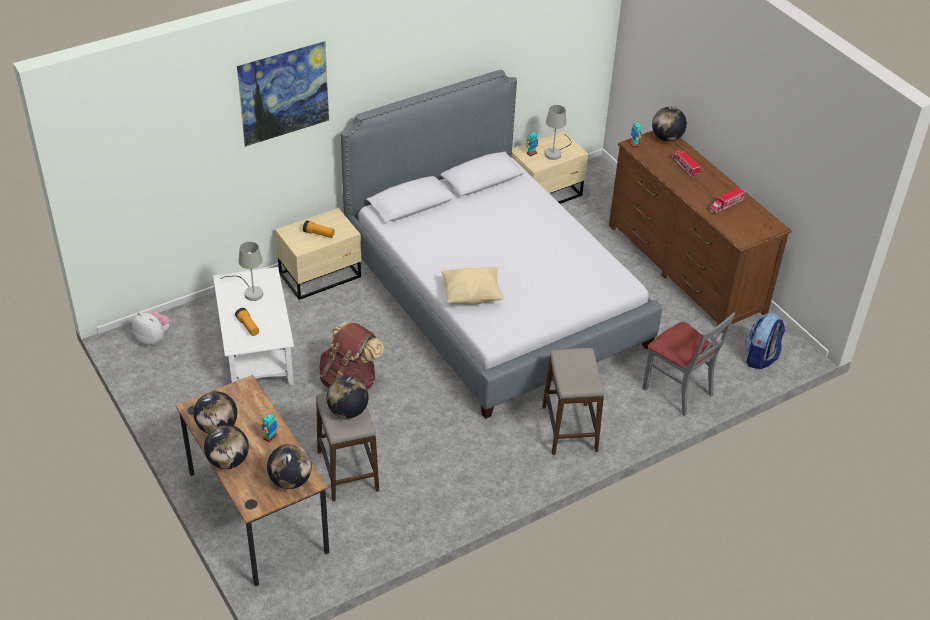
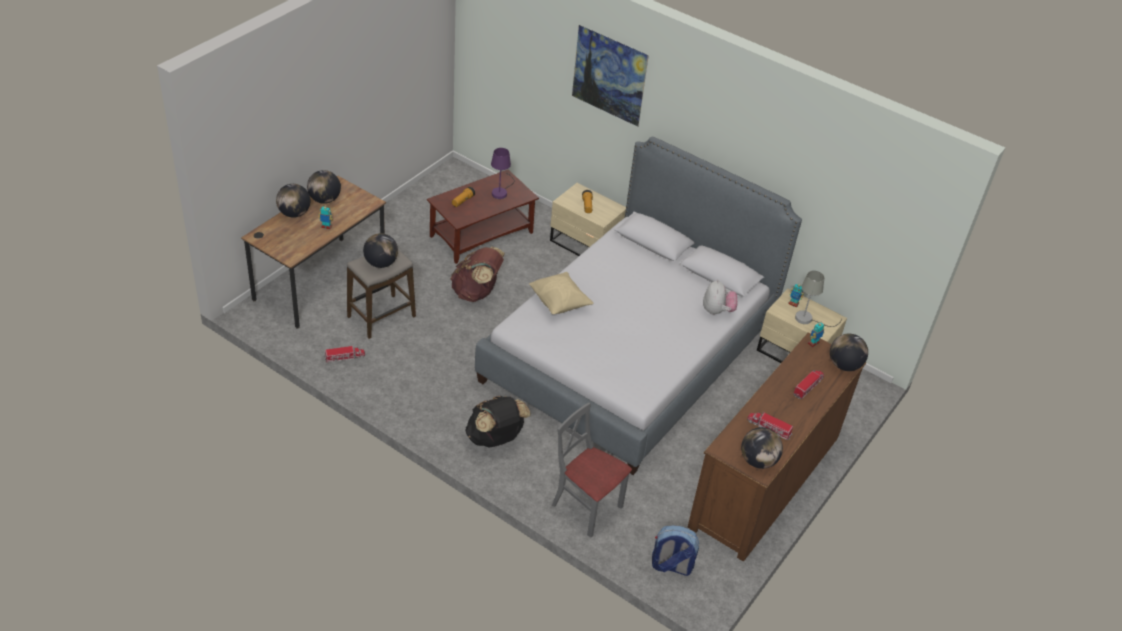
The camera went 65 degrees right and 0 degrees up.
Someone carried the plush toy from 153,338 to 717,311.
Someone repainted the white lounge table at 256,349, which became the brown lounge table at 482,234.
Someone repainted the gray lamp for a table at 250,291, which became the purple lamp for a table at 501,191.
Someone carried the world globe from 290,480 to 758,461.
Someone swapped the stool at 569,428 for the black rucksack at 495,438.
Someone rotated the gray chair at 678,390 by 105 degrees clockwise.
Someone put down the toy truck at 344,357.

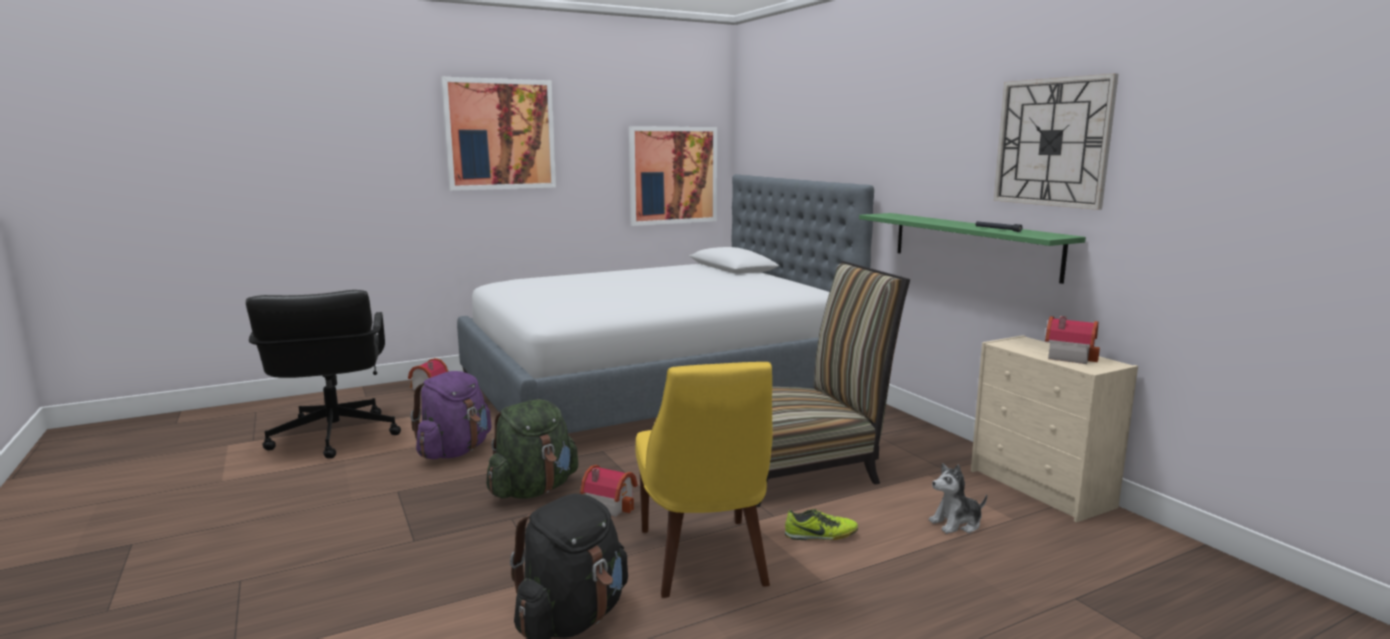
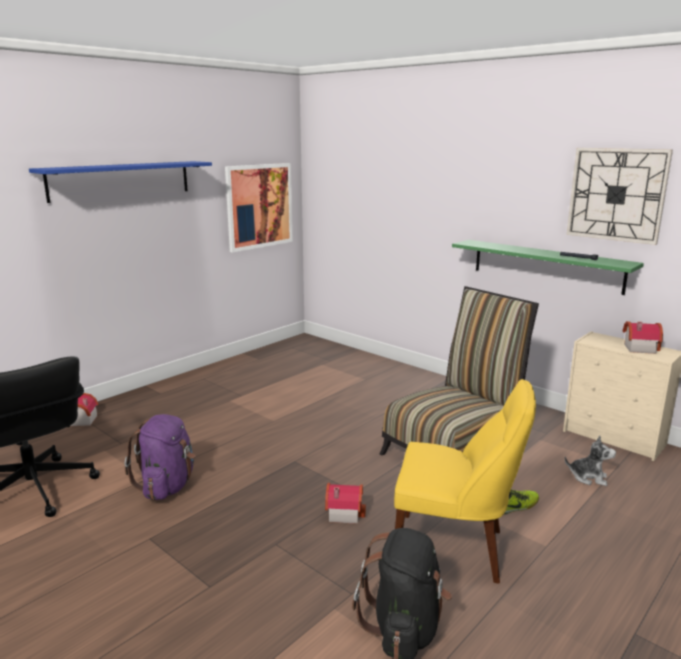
The camera went 20 degrees left and 5 degrees up.
Someone swapped the wall picture at 500,134 for the bluish shelf at 121,180.
Someone took away the sleeping bed at 656,387.
Someone took away the green rucksack at 533,490.
Someone rotated the yellow chair at 704,560 by 45 degrees counterclockwise.
Someone rotated the plush toy at 956,523 by 120 degrees counterclockwise.

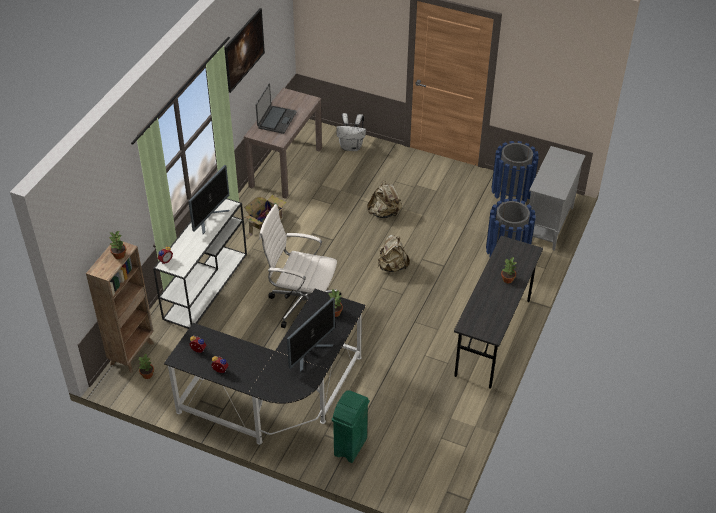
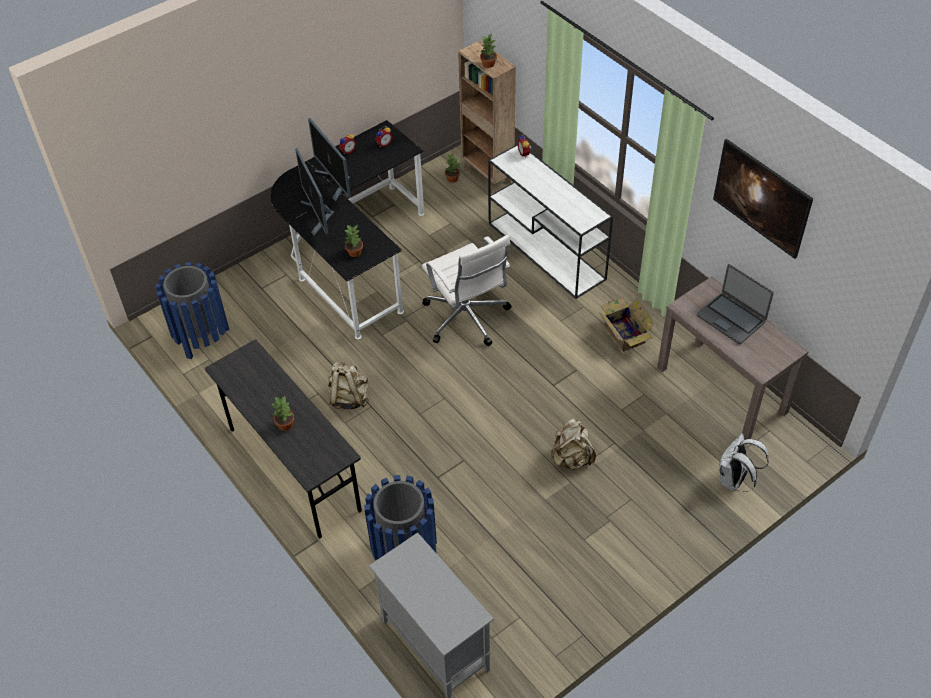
The camera went 120 degrees right and 5 degrees up.
Someone carried the monitor from 210,218 to 335,183.
Someone rotated the white computer chair at 301,303 by 105 degrees clockwise.
Someone took away the green trash can at 350,447.
Someone carried the beige-coloured rucksack from 392,266 to 349,398.
Someone carried the bluish trash can from 510,199 to 202,337.

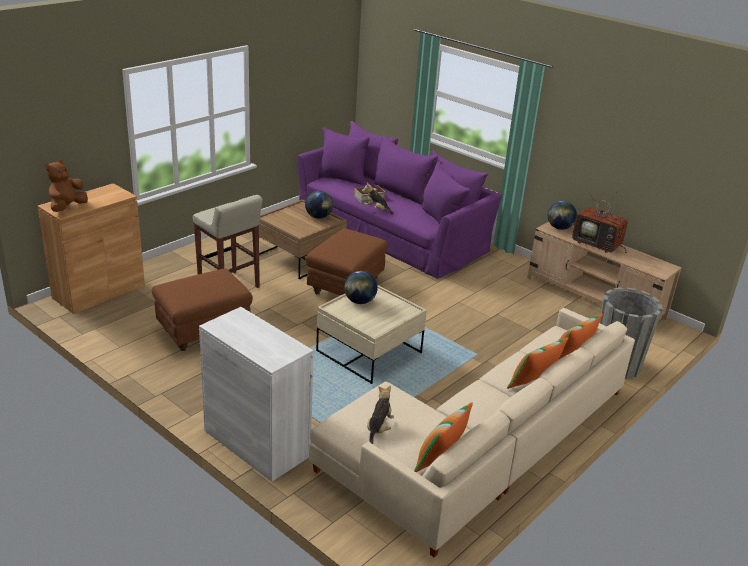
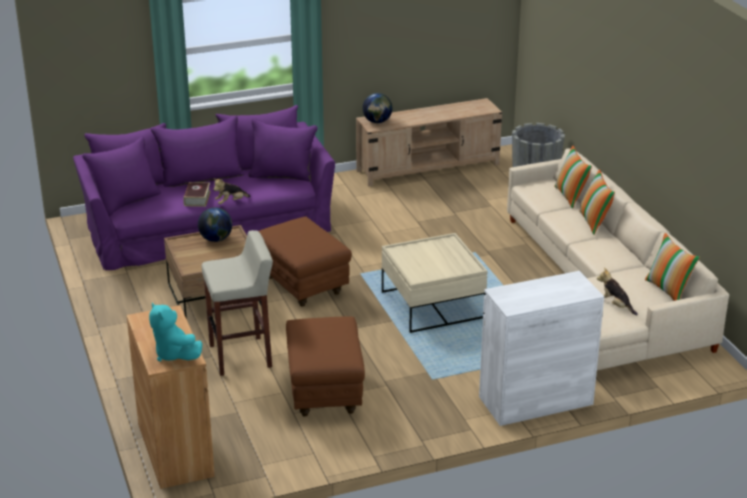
The camera went 60 degrees left and 0 degrees up.
Someone repainted the brown plush toy at 67,207, which became the turquoise plush toy at 174,354.
Someone took away the world globe at 359,301.
Someone took away the TV at 598,244.

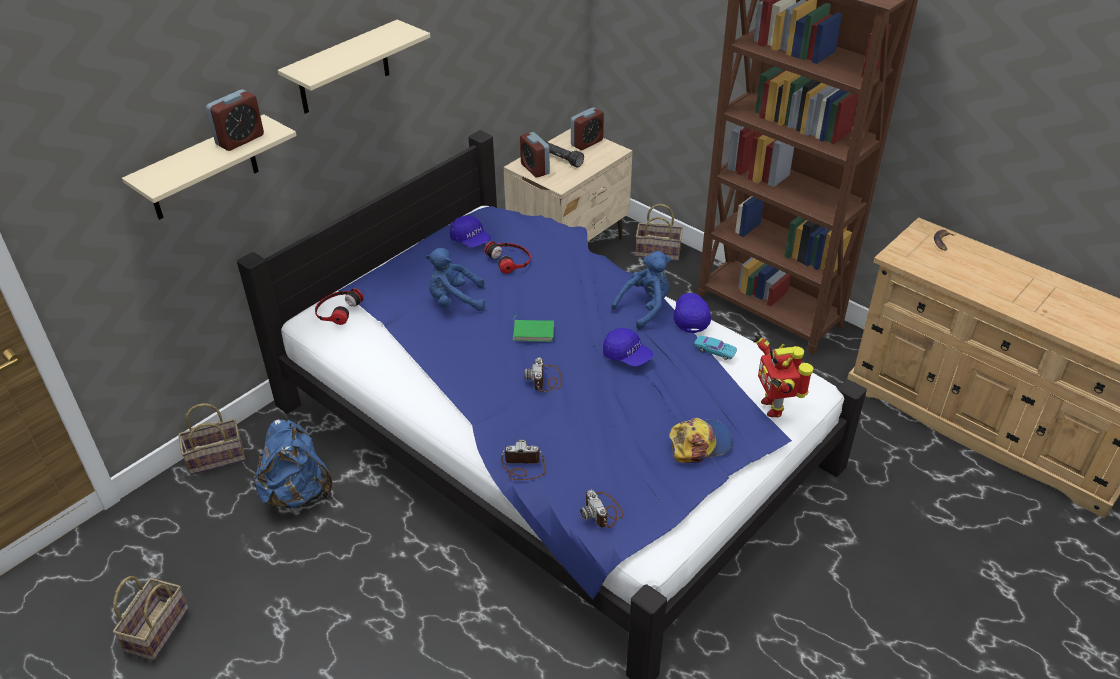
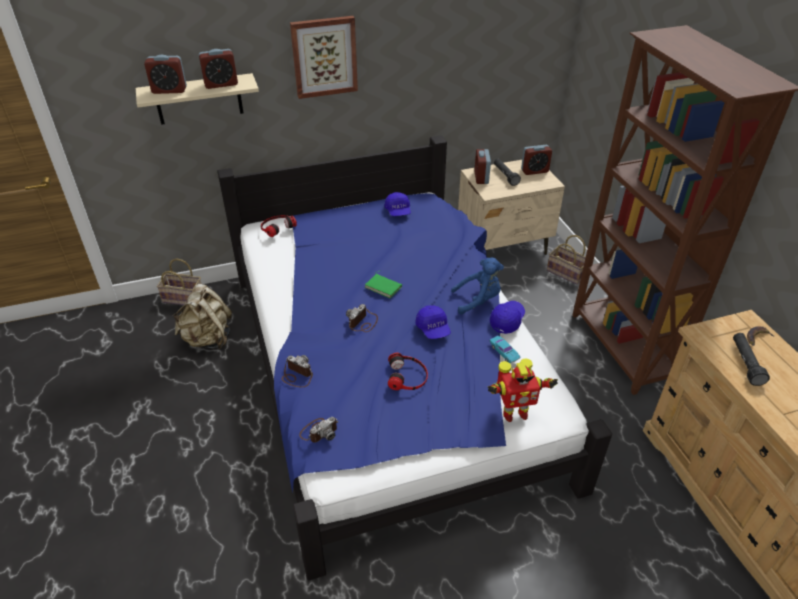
The camera went 30 degrees right and 0 degrees up.
Someone took away the household basket at 157,628.
Someone repainted the bluish rucksack at 297,493, which became the beige-coloured rucksack at 208,339.
Someone swapped the beige-coloured shelf at 343,68 for the wall picture at 324,57.
Someone took away the bluish plush toy at 454,301.
Someone carried the headset from 510,259 to 407,376.
Someone rotated the still camera at 602,511 by 135 degrees counterclockwise.
Someone took away the peaked cap at 699,443.
Someone rotated the robot figure at 774,406 by 120 degrees counterclockwise.
Someone put down the alarm clock at 169,90.
Someone put down the black hand torch at 745,363.

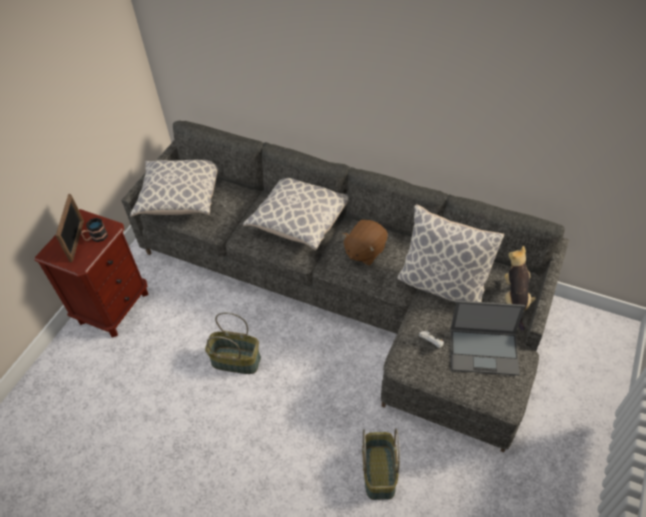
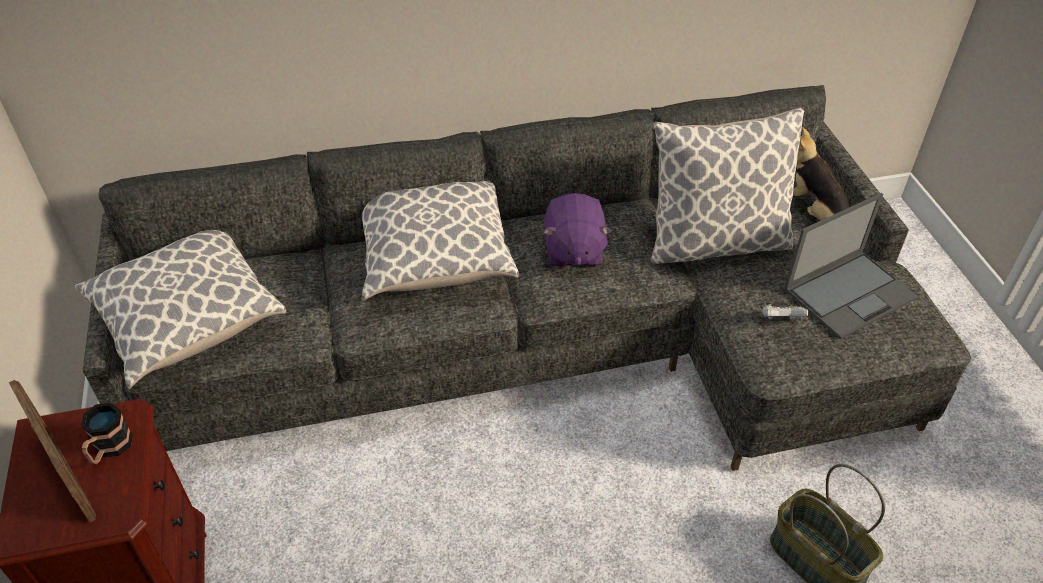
The camera went 40 degrees left and 5 degrees down.
Someone took away the household basket at 236,360.
Someone repainted the brown plush toy at 364,251, which became the purple plush toy at 573,251.

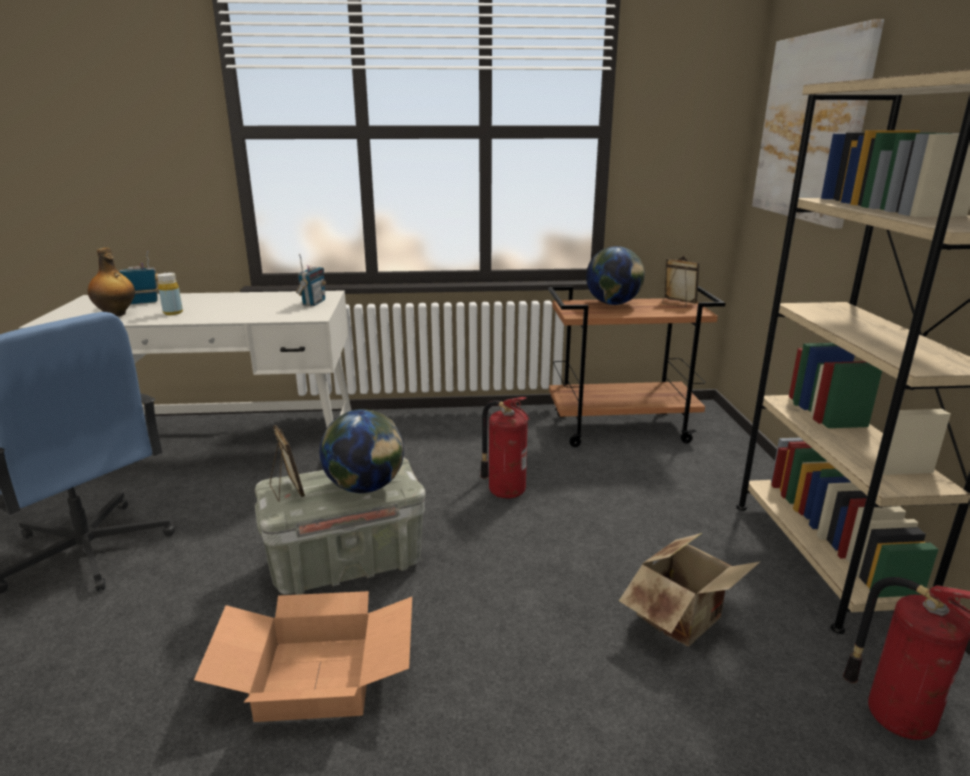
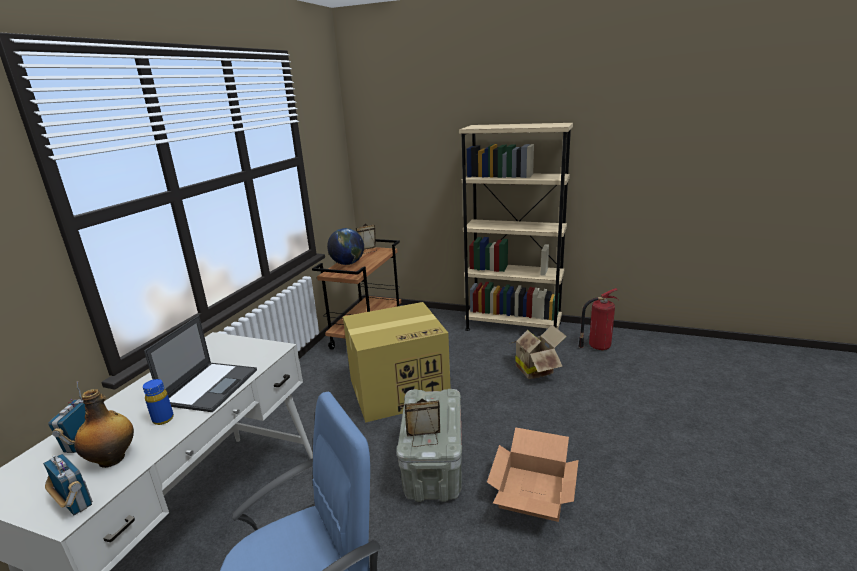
The camera went 65 degrees left and 0 degrees up.
Someone repainted the yellow beverage bottle at 173,313, which became the bluish beverage bottle at 163,419.
Someone carried the radio from 313,303 to 75,503.
Someone took away the world globe at 365,487.
Someone swapped the fire-fighting cylinder at 505,490 for the cardboard box at 400,390.
Someone took away the wall picture at 811,128.
Someone put down the portable computer at 211,386.

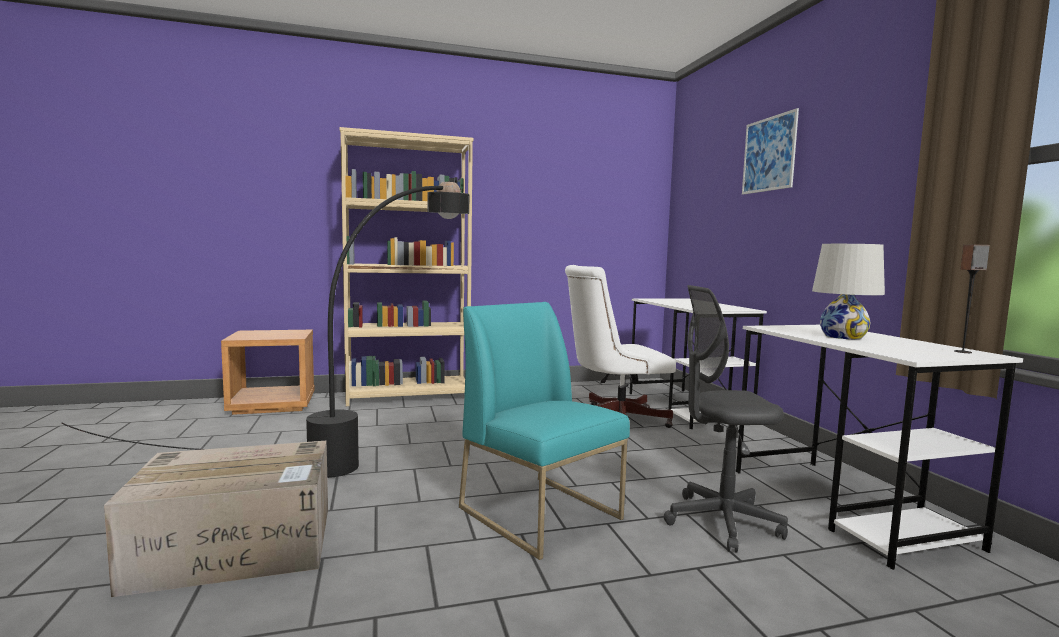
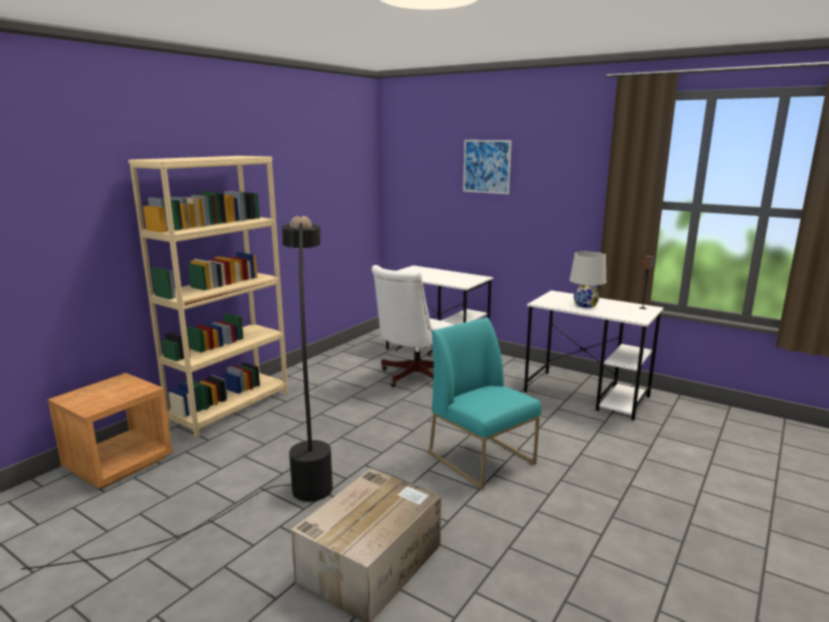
The camera went 40 degrees left and 10 degrees up.
Someone rotated the turquoise chair at 541,513 by 45 degrees clockwise.
Someone took away the gray computer chair at 722,522.

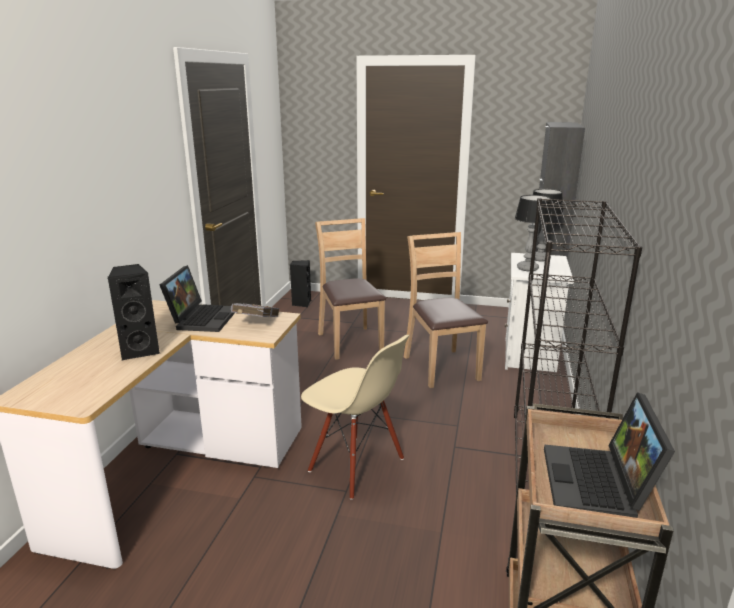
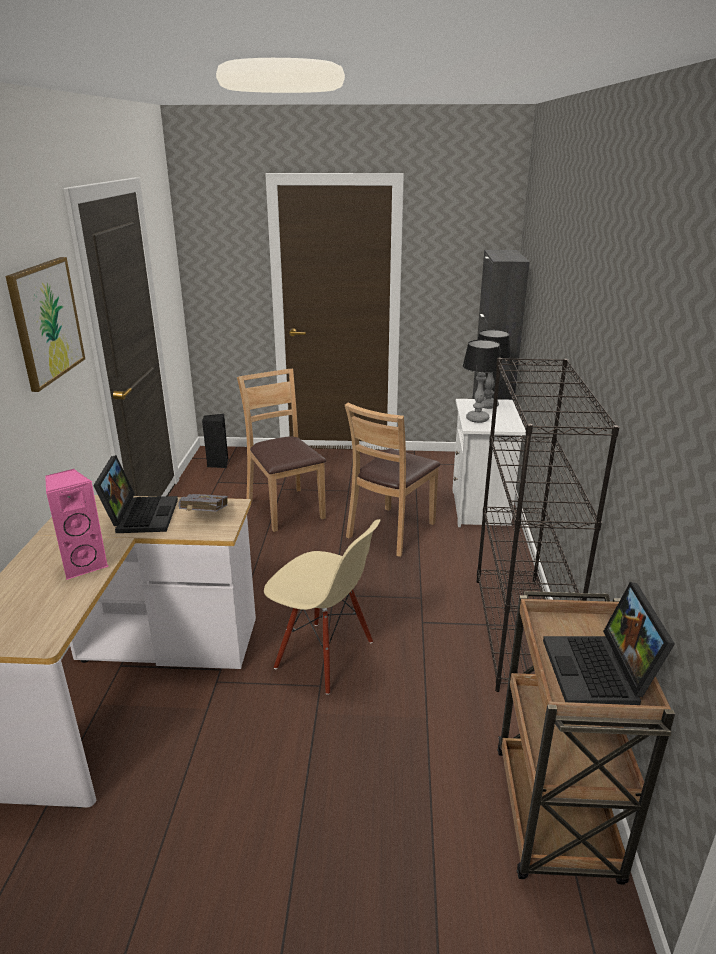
The camera went 10 degrees left and 5 degrees up.
Someone repainted the black loudspeaker at 140,350, which became the pink-coloured loudspeaker at 83,565.
Someone rotated the brown chair at 441,367 by 120 degrees counterclockwise.
Someone put up the wall picture at 46,322.

